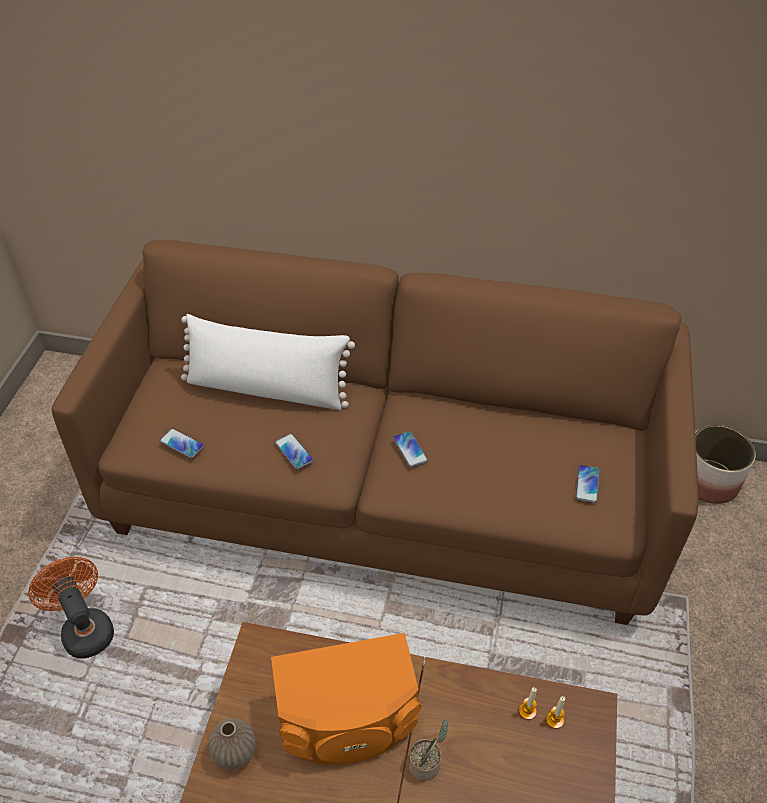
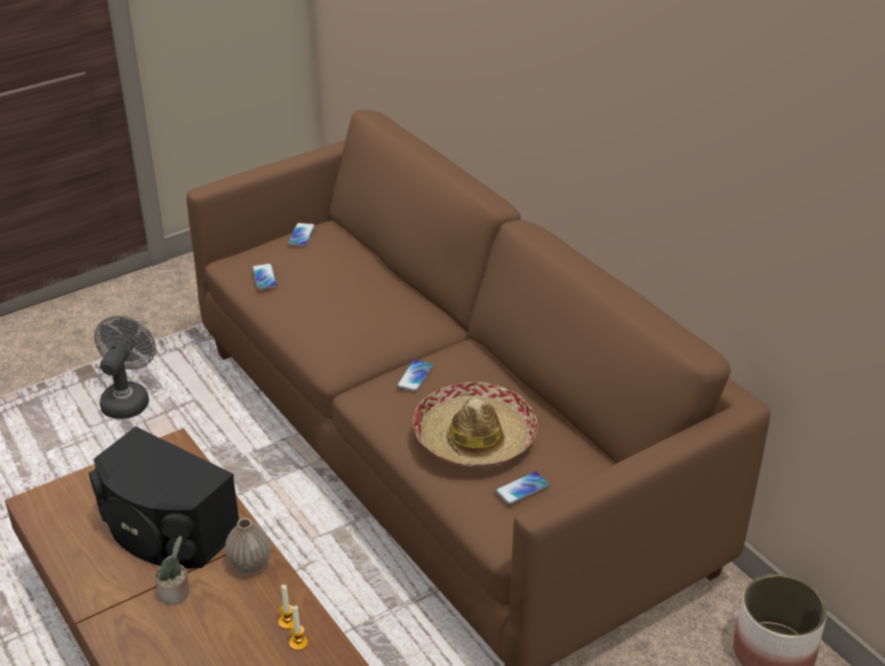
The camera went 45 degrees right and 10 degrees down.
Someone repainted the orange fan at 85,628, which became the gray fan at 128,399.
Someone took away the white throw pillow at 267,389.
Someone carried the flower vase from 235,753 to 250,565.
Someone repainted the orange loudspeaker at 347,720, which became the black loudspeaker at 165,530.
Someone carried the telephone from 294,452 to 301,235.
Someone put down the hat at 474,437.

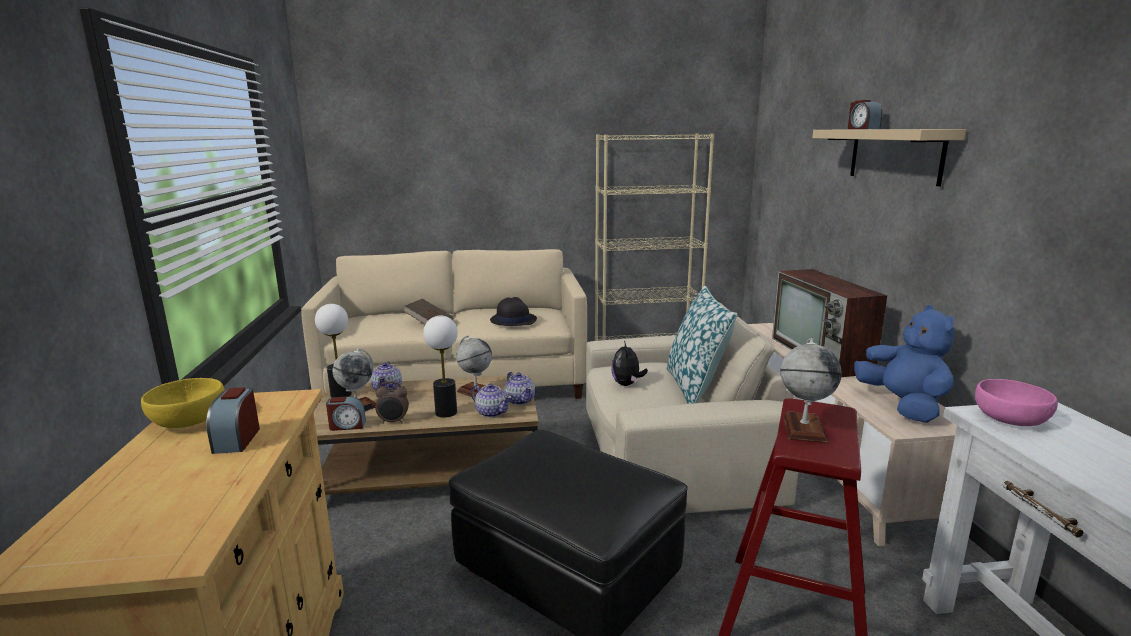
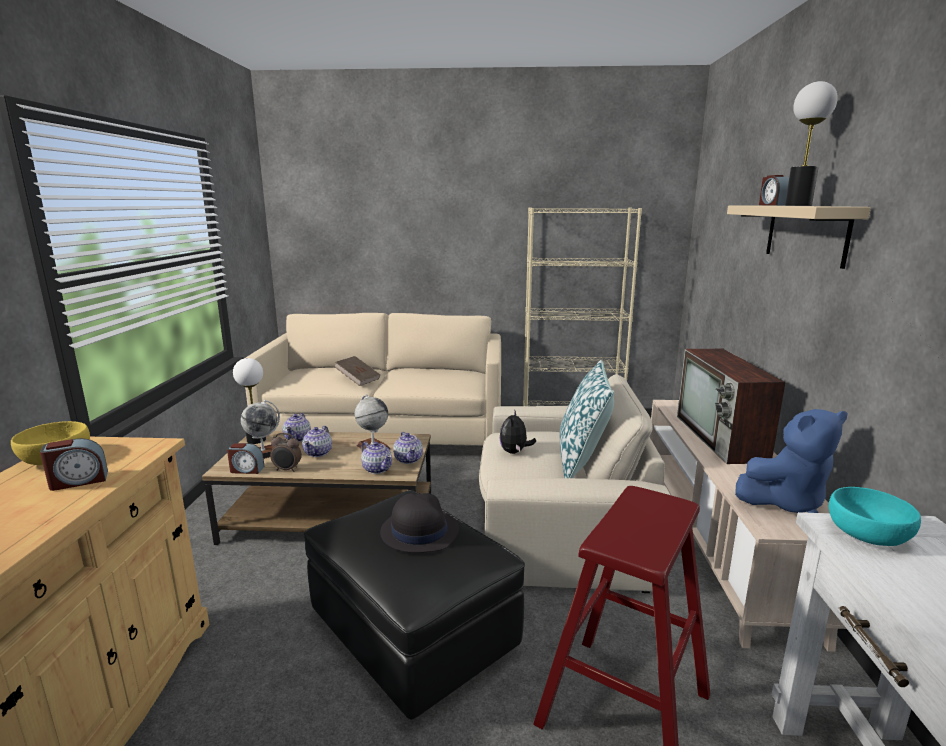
The camera went 10 degrees right and 0 degrees up.
Someone rotated the alarm clock at 237,439 by 120 degrees counterclockwise.
Someone carried the lamp for a table from 446,412 to 797,205.
Someone carried the black hat from 513,320 to 419,531.
Someone took away the world globe at 803,428.
Someone rotated the bluish plush toy at 902,406 by 75 degrees clockwise.
Someone repainted the pink-coloured bowl at 1009,418, which became the turquoise bowl at 867,533.
Someone put down the tea pot at 318,453.

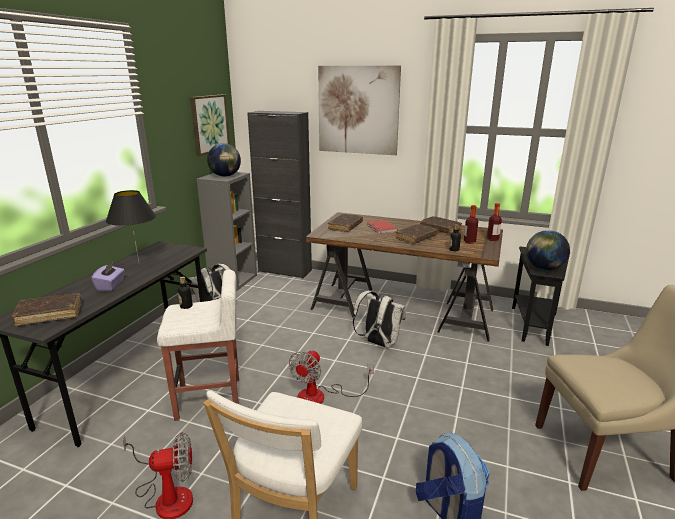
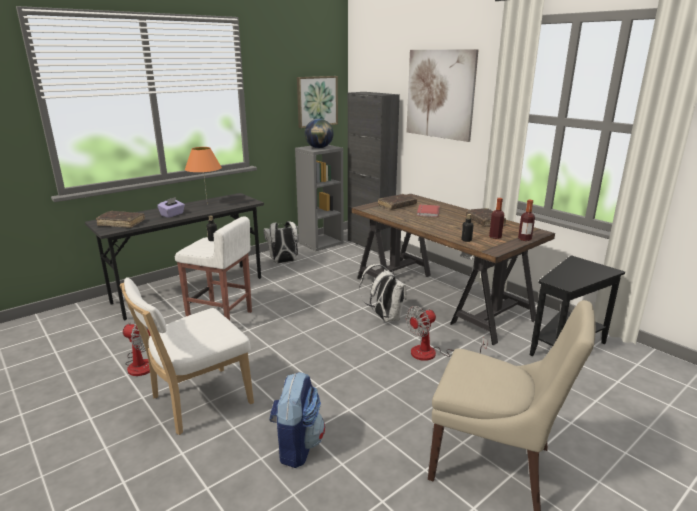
The camera went 30 degrees right and 0 degrees up.
Someone repainted the black lamp for a table at 139,263, which became the orange lamp for a table at 207,204.
Someone carried the fan from 321,396 to 433,355.
Someone took away the brown bound book at 416,238.
Someone took away the world globe at 544,268.

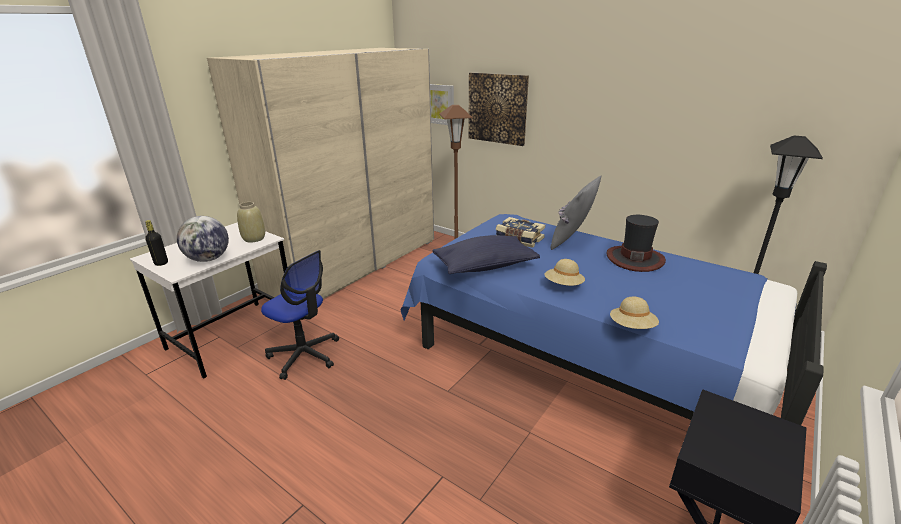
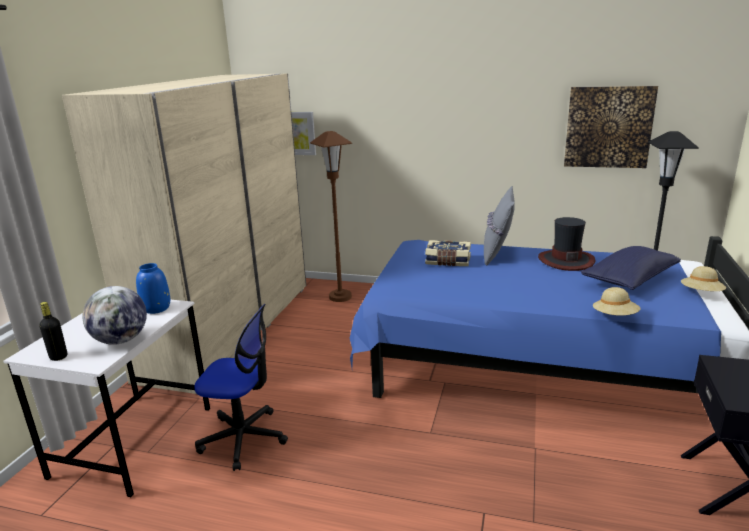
The camera went 20 degrees left and 5 degrees down.
Someone repainted the beige-coloured flower vase at 254,238, which became the bluish flower vase at 156,308.
Someone carried the bluish throw pillow from 484,266 to 629,280.
Someone carried the wall picture from 497,108 to 608,127.
Someone carried the beige-coloured hat from 563,285 to 701,293.

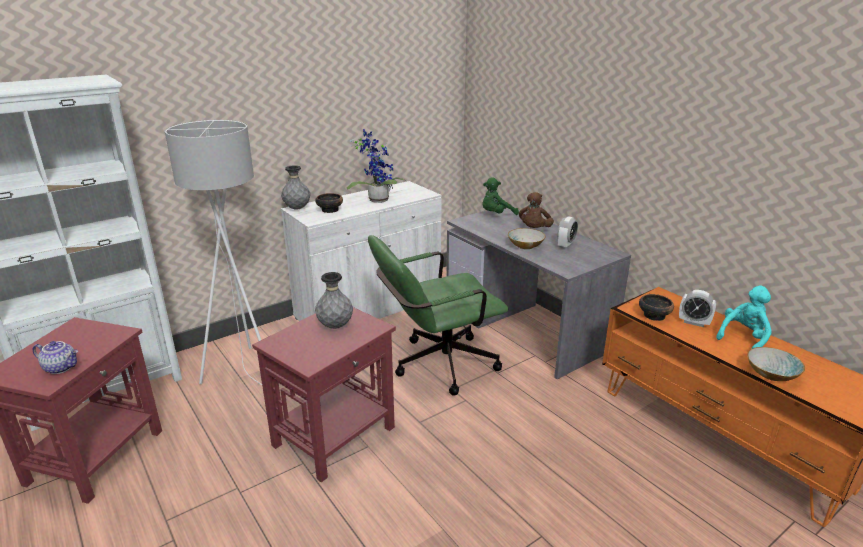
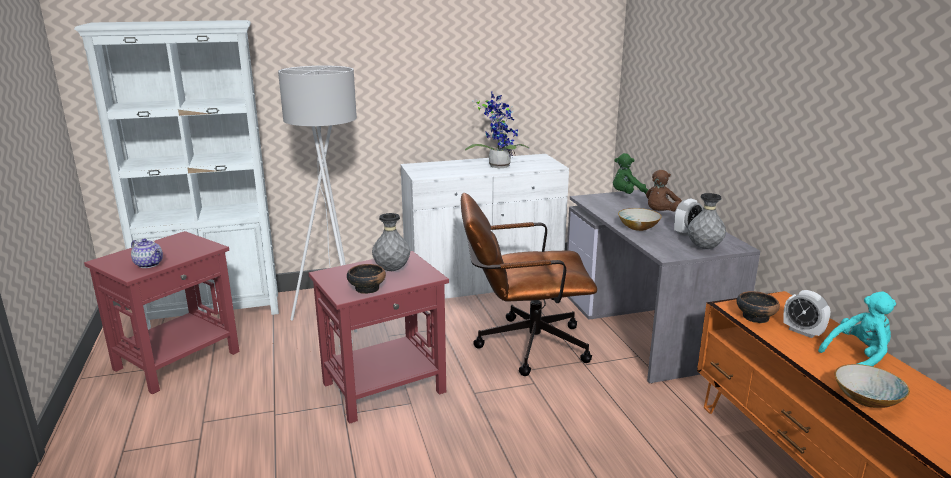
The camera went 20 degrees right and 5 degrees down.
Someone carried the gray flower vase from 297,208 to 704,248.
Someone carried the bowl from 329,210 to 366,288.
Someone repainted the green computer chair at 437,365, which became the brown computer chair at 522,345.

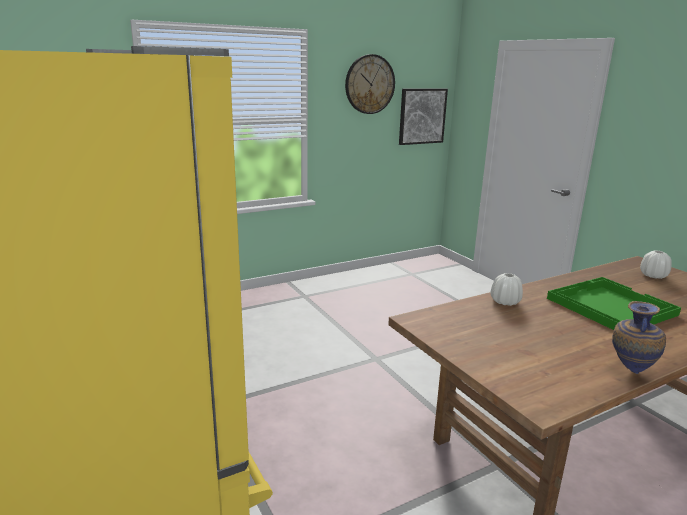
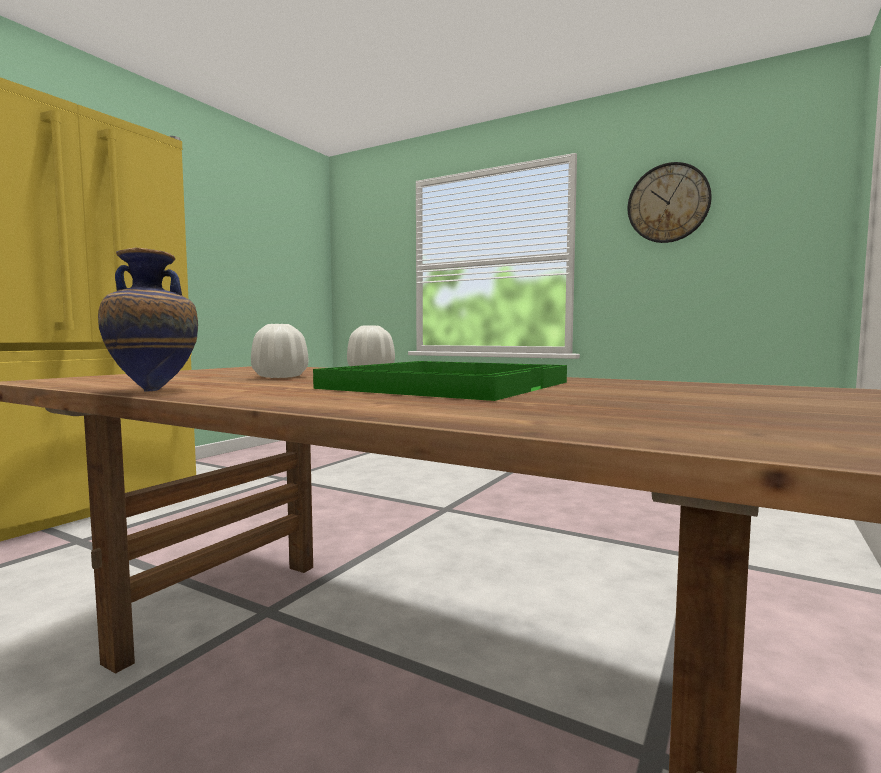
The camera went 60 degrees right and 15 degrees down.
Someone took away the wall picture at 422,116.
Someone carried the white flower vase from 653,276 to 280,377.

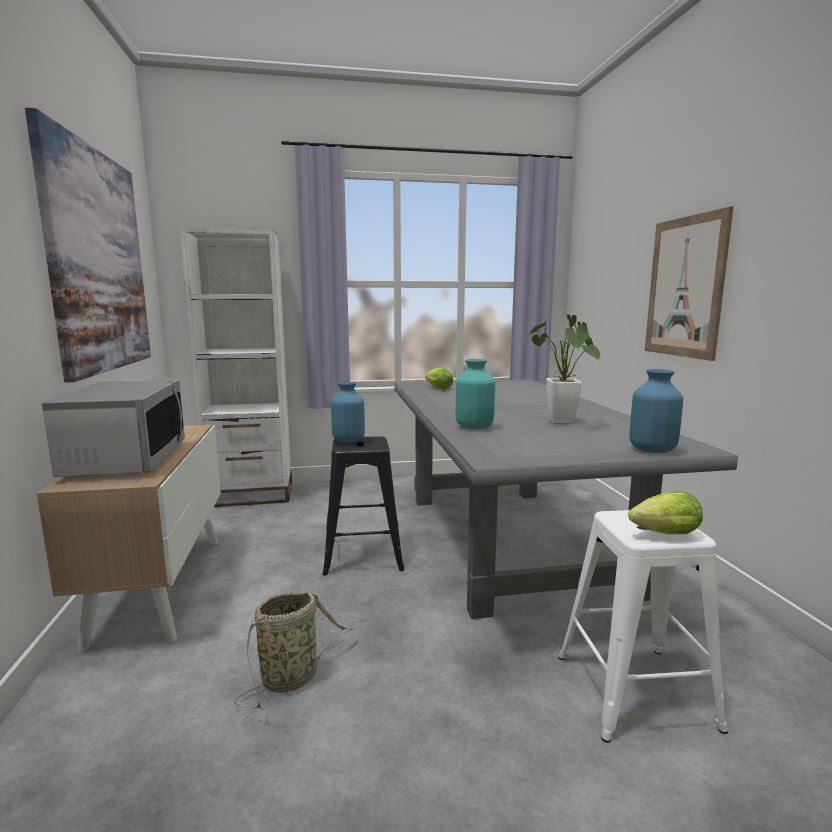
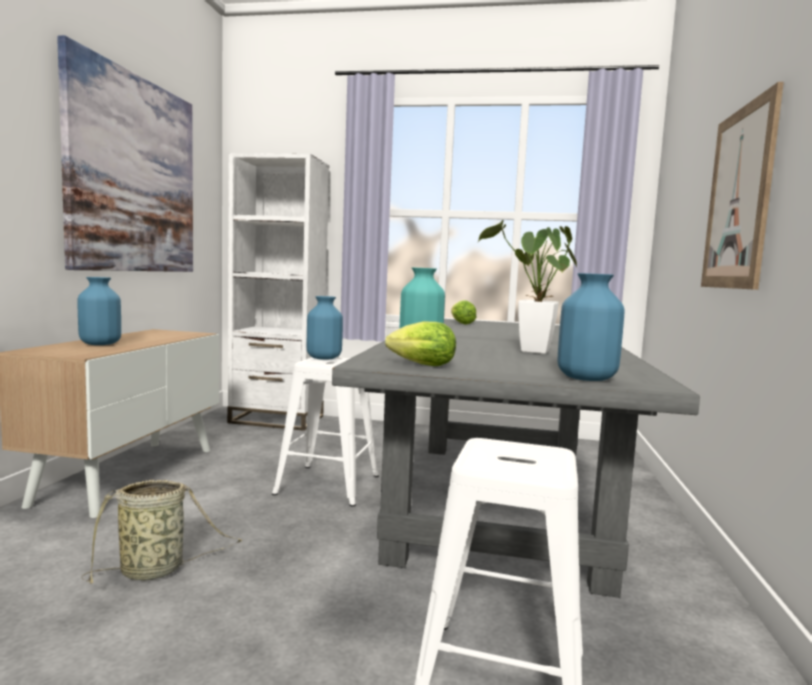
The camera went 20 degrees right and 5 degrees down.
Someone swapped the microwave at 126,460 for the bluish flower vase at 100,344.
Someone repainted the black stool at 361,553, which became the white stool at 327,484.
Someone carried the head of lettuce from 661,534 to 418,365.

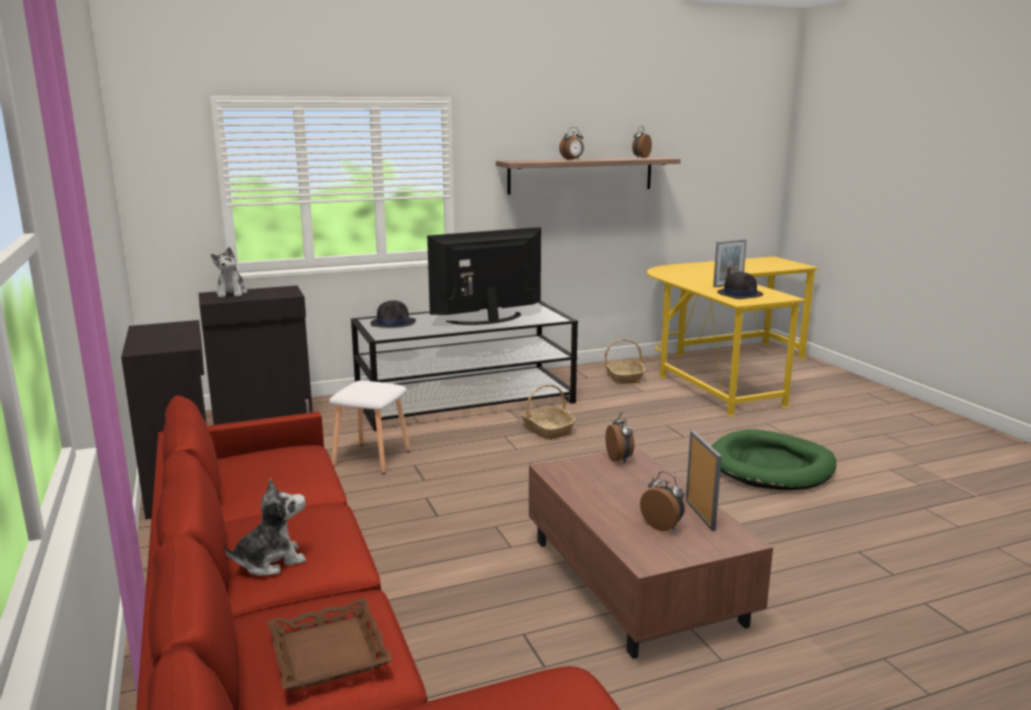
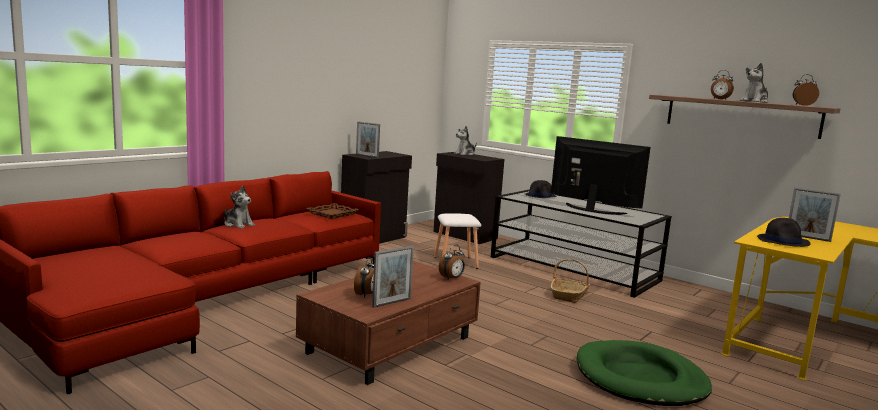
The camera went 60 degrees right and 5 degrees down.
Someone carried the brown tray from 330,652 to 332,214.
Someone took away the household basket at 623,377.
Someone put down the picture frame at 367,156.
Someone put down the plush toy at 754,101.

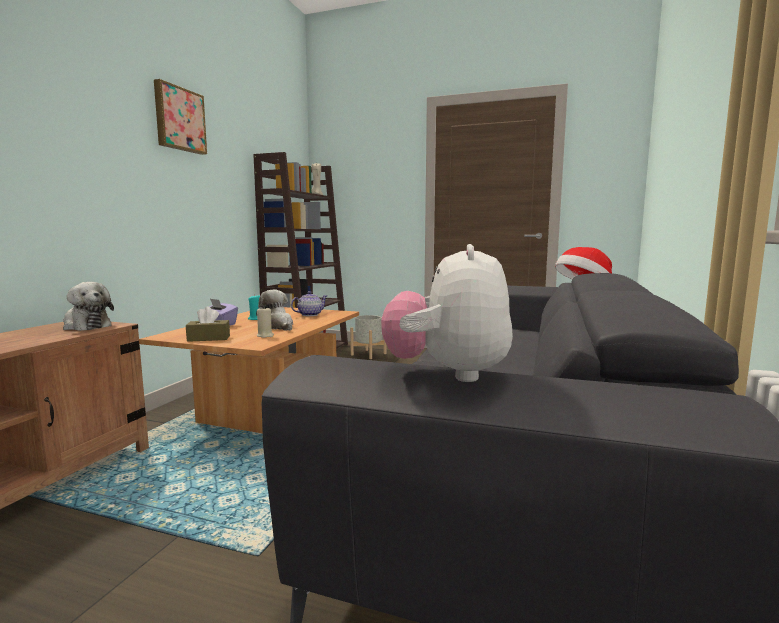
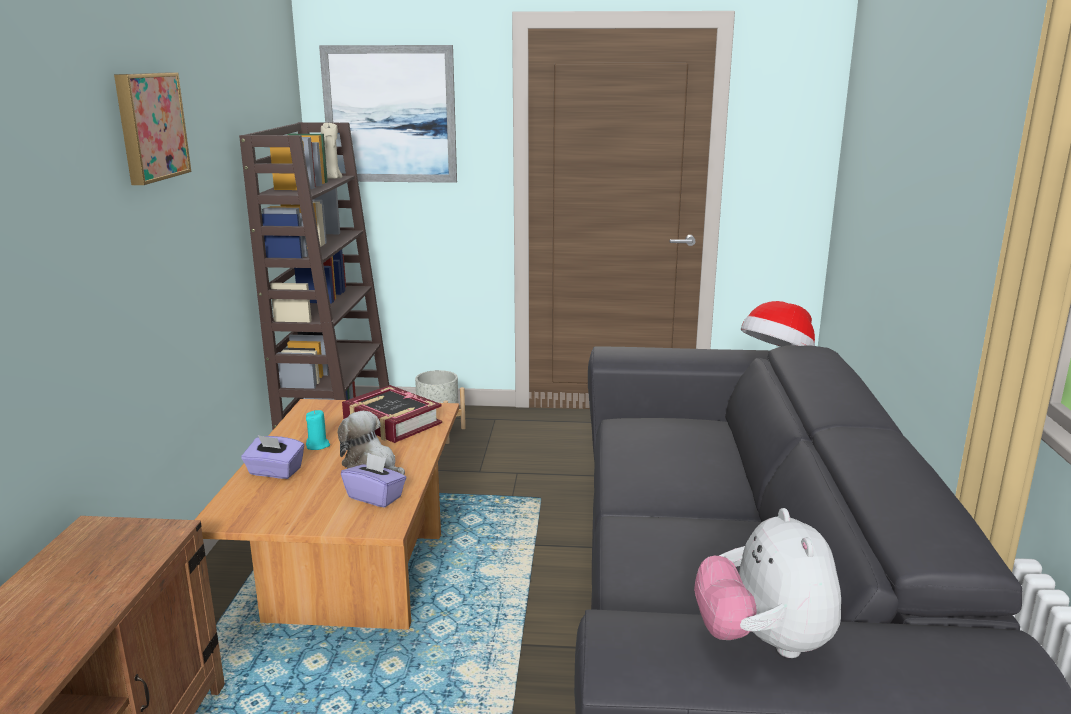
The camera went 15 degrees left and 10 degrees up.
Someone took away the plush toy at 86,326.
Someone took away the brown box of tissues at 208,338.
Someone swapped the beige-coloured candle at 265,335 for the purple box of tissues at 375,497.
Someone swapped the tea pot at 309,314 for the bound book at 391,422.
Someone put up the wall picture at 390,115.

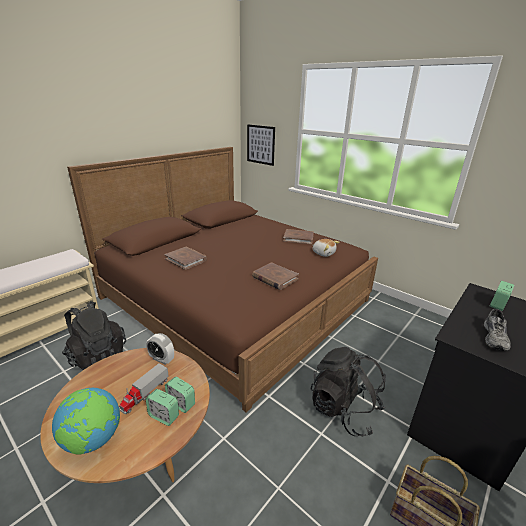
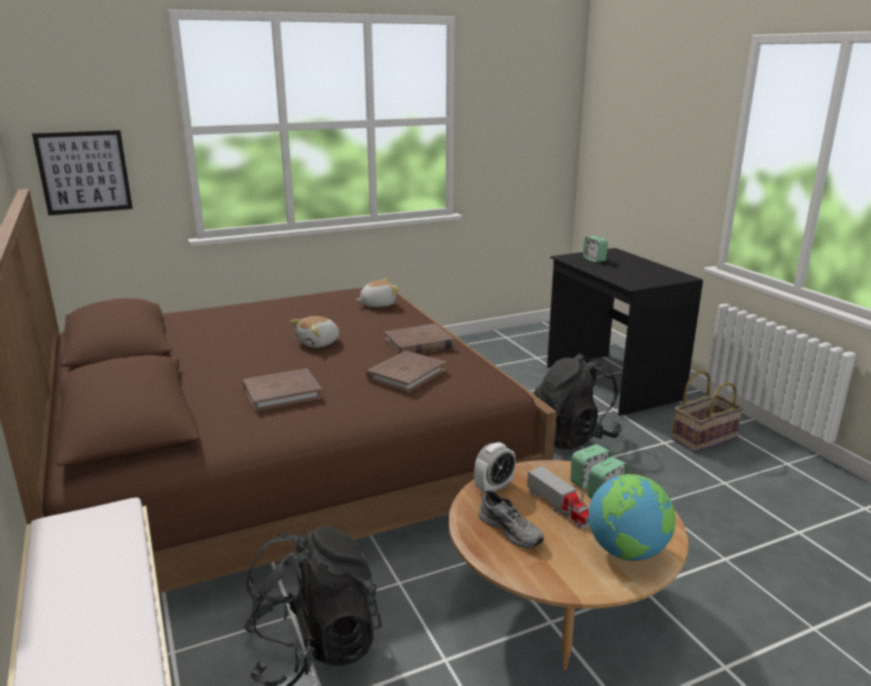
The camera went 65 degrees left and 5 degrees down.
Someone carried the brown bound book from 298,238 to 406,375.
Someone carried the gray item of footwear from 496,338 to 512,529.
Someone put down the plush toy at 319,343.

